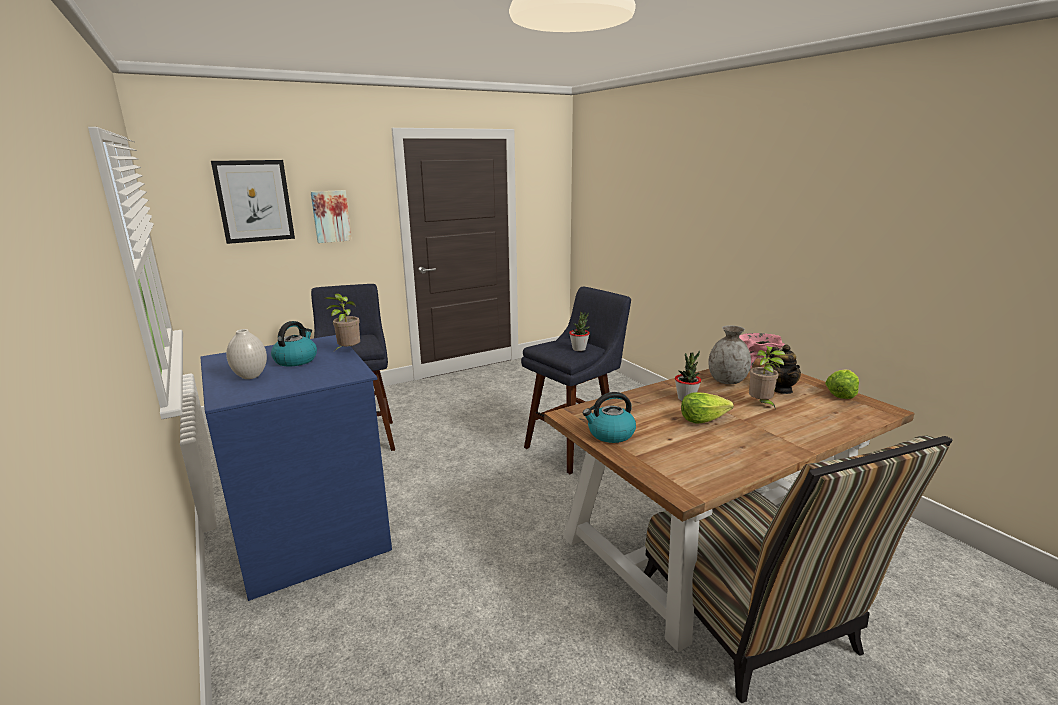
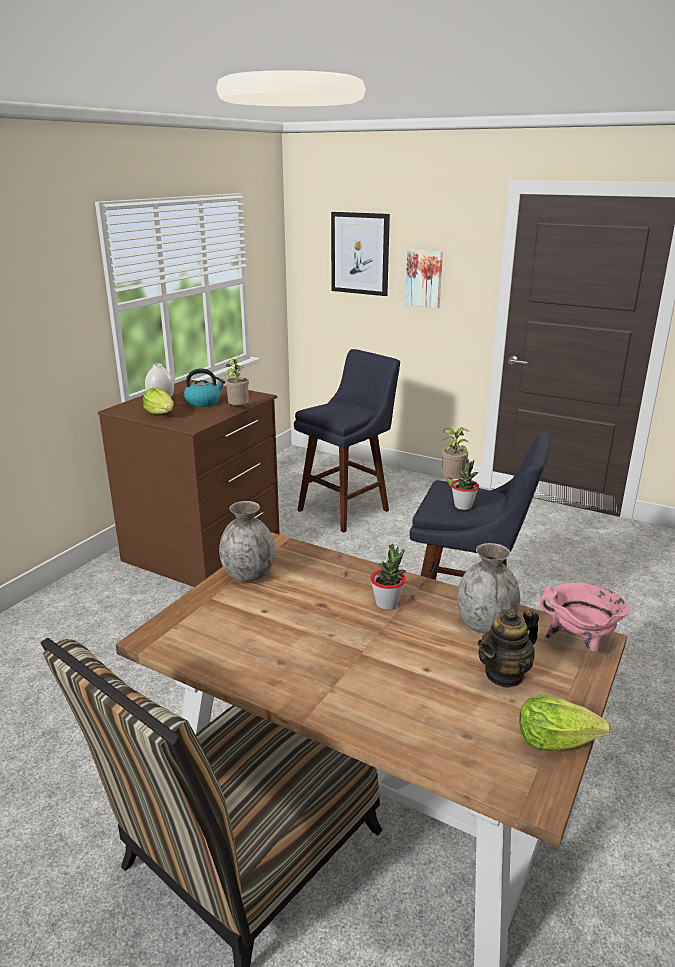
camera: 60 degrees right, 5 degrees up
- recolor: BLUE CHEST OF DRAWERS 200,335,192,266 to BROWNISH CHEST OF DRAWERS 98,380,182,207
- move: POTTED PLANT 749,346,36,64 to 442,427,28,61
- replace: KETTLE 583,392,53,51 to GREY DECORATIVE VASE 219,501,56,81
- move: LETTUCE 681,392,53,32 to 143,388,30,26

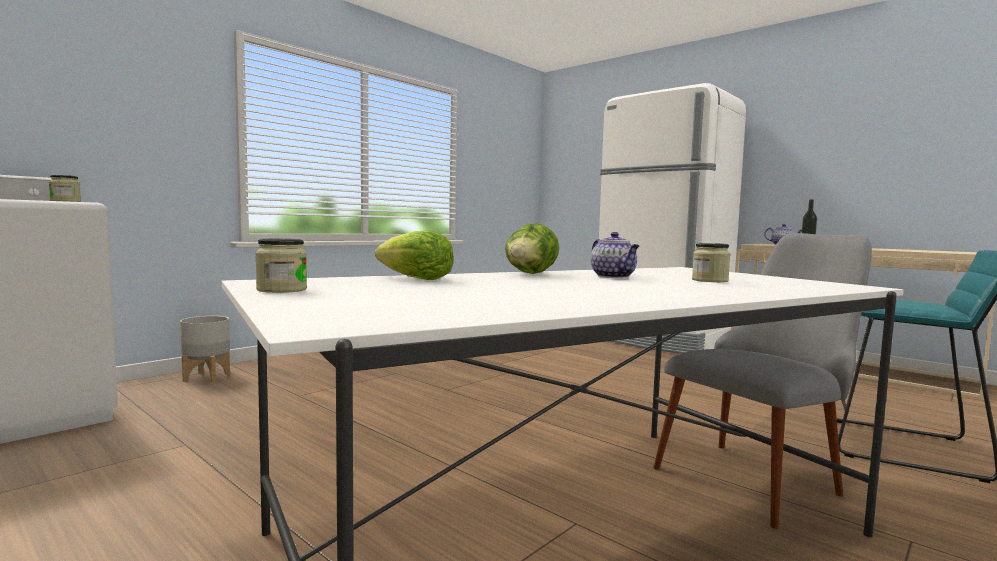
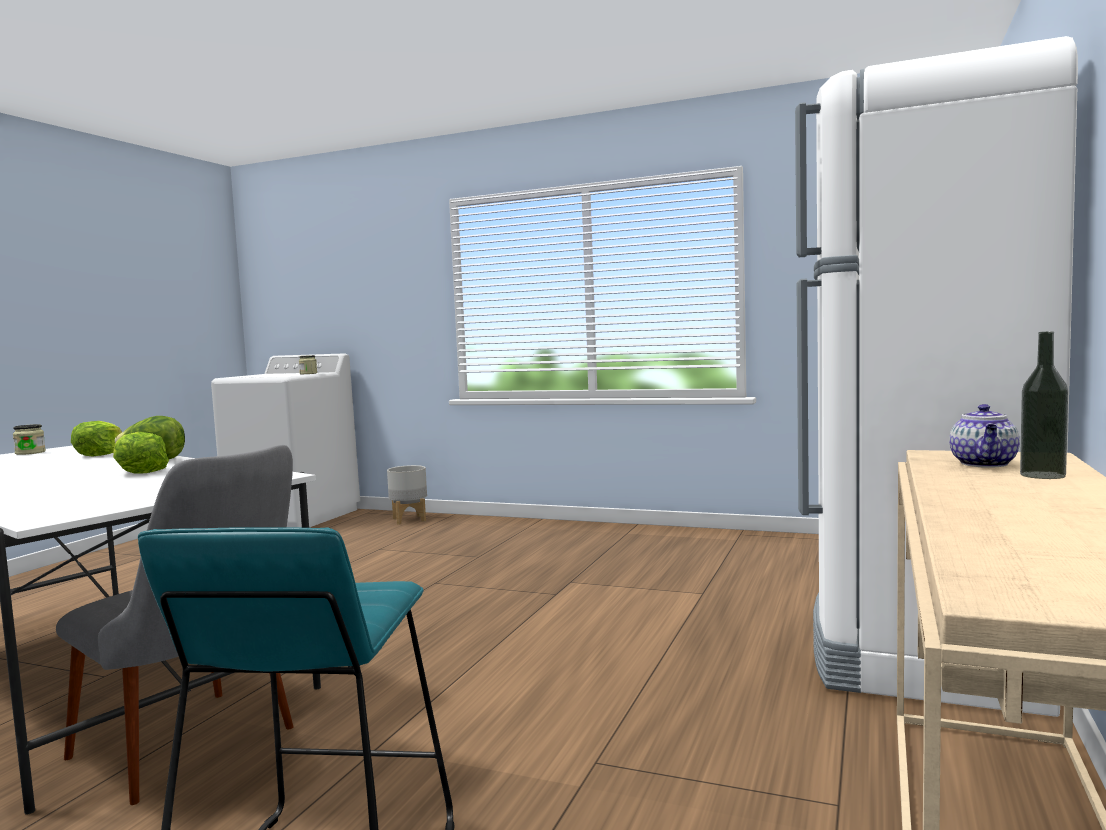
camera: 70 degrees right, 0 degrees up
- replace: POT FOR TEA 591,232,48,46 to LETTUCE 113,432,56,42
- delete: STORAGE JAR 692,243,38,39

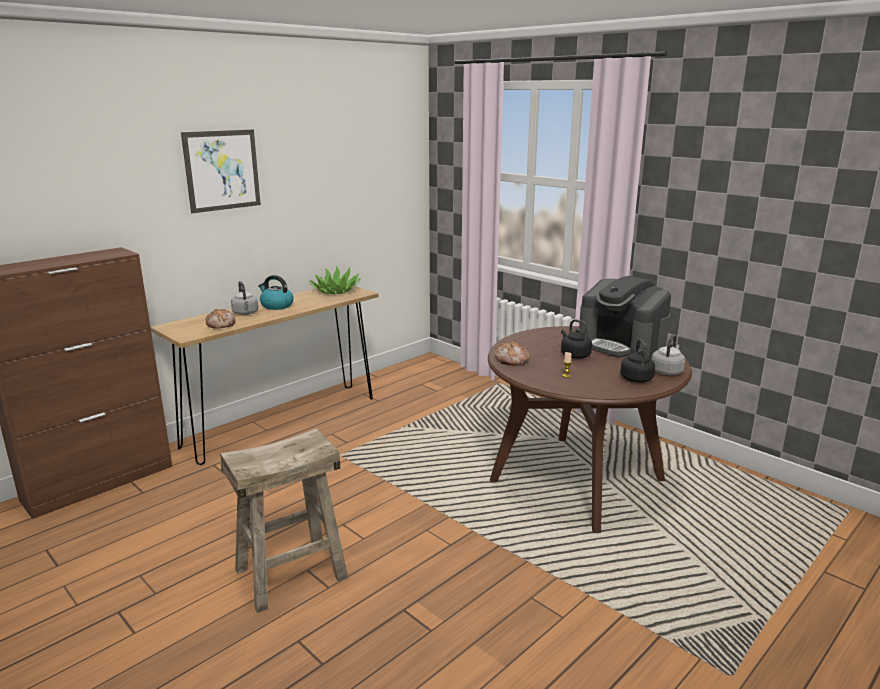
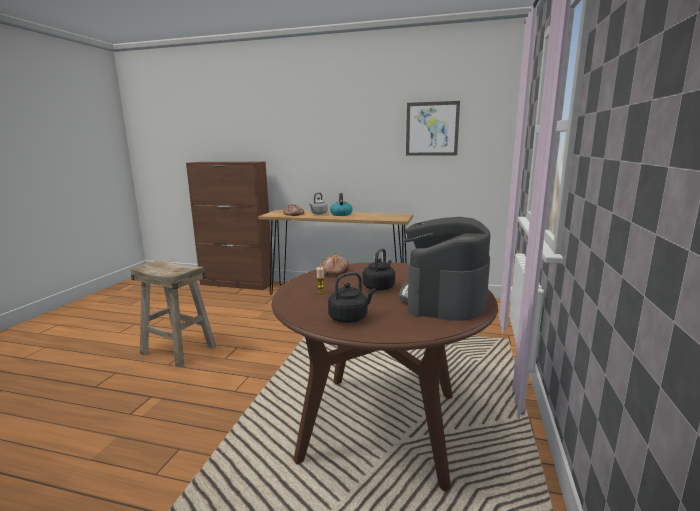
camera: 60 degrees right, 5 degrees down
- move: PICTURE 181,129,80,84 to 406,101,54,55
- delete: POTTED PLANT 309,265,52,29
- delete: GREY KETTLE 651,334,34,41

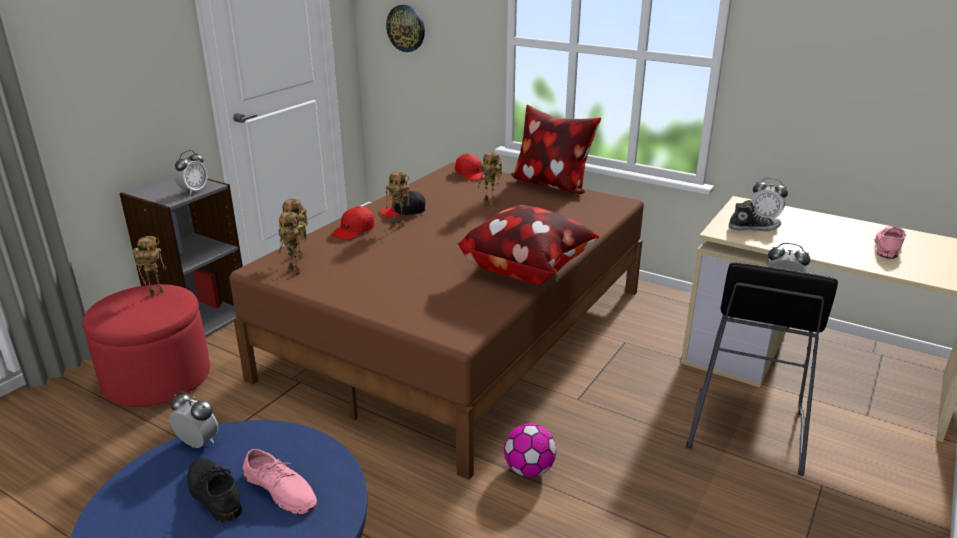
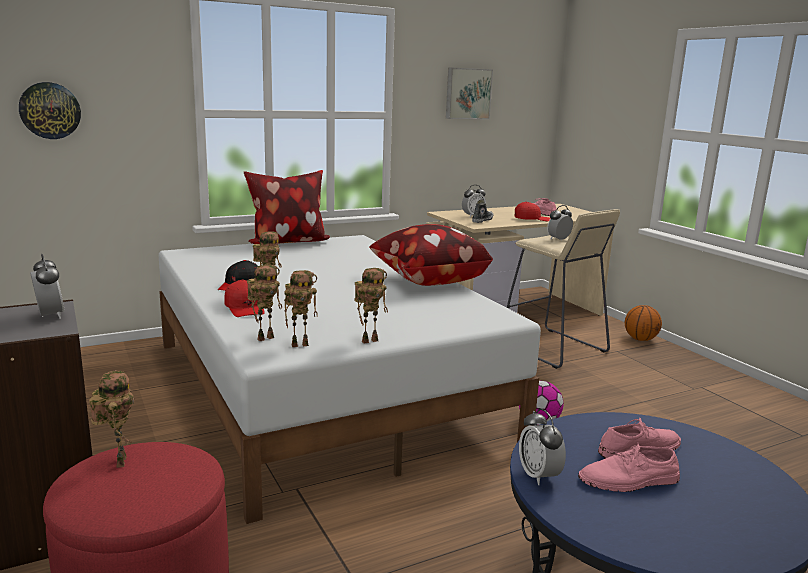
camera: 60 degrees left, 10 degrees down
- move: ROBOT FIGURE 478,152,24,53 to 355,268,33,76
- move: RED-COLOURED PEAKED CAP 455,154,30,27 to 514,202,36,19
- recolor: BROWNISH SLEEPING BED 229,162,415,318 to WHITE SLEEPING BED 159,235,382,289
- recolor: BLACK SITTING STOOL 686,262,152,214 to BEIGE-COLOURED SITTING STOOL 507,209,113,160
- rotate: ALARM CLOCK 169,392,50,56 = 519,408,47,77 75 degrees counterclockwise
- recolor: BLACK SHOE 188,458,54,65 to PINK SHOE 578,443,102,49
- insert: PICTURE 446,68,47,51
- insert: BASKETBALL BALL 625,305,37,36

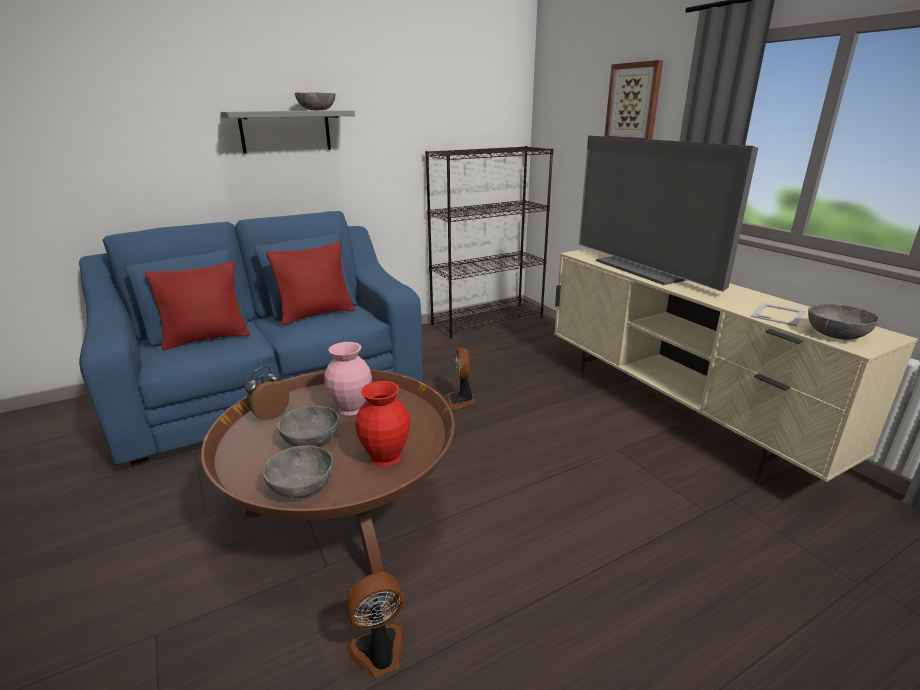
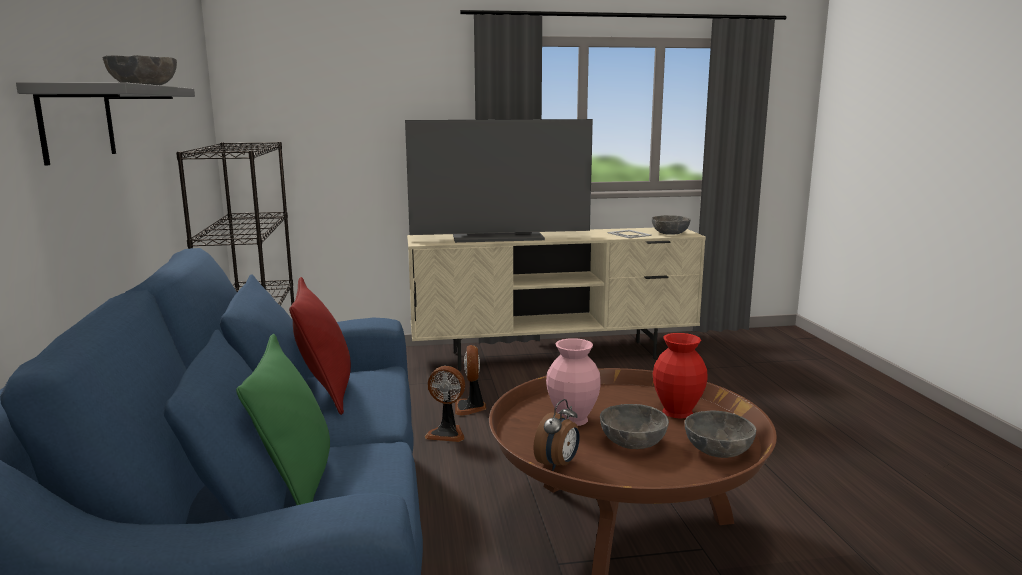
camera: 70 degrees left, 10 degrees down
- delete: PICTURE 605,60,58,79
- recolor: RED-COLOURED THROW PILLOW 145,261,105,90 to GREENISH THROW PILLOW 236,334,94,171
- rotate: ALARM CLOCK 245,367,44,53 = 533,399,47,72 120 degrees counterclockwise
- move: FAN 345,572,59,106 to 455,345,31,71

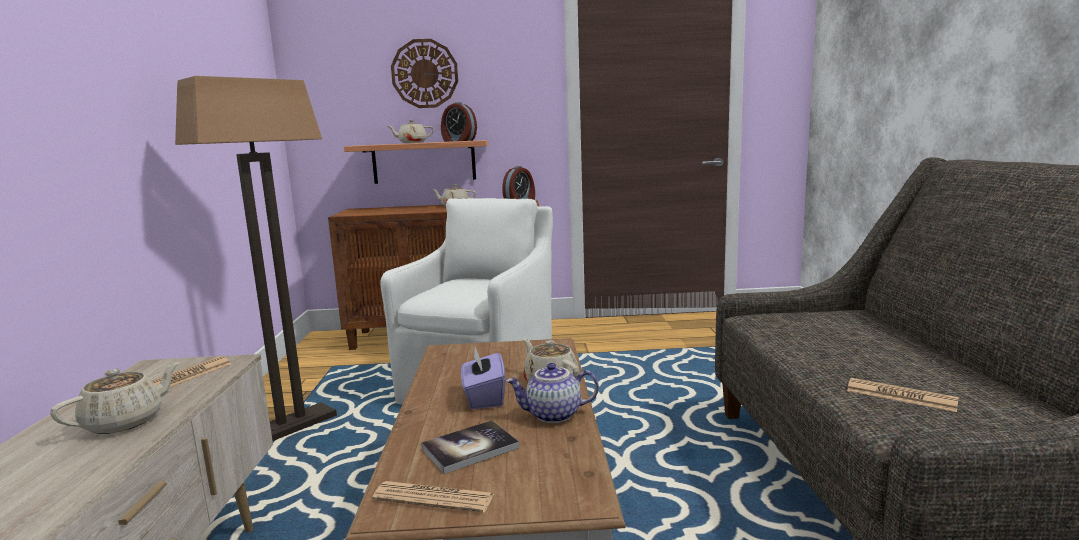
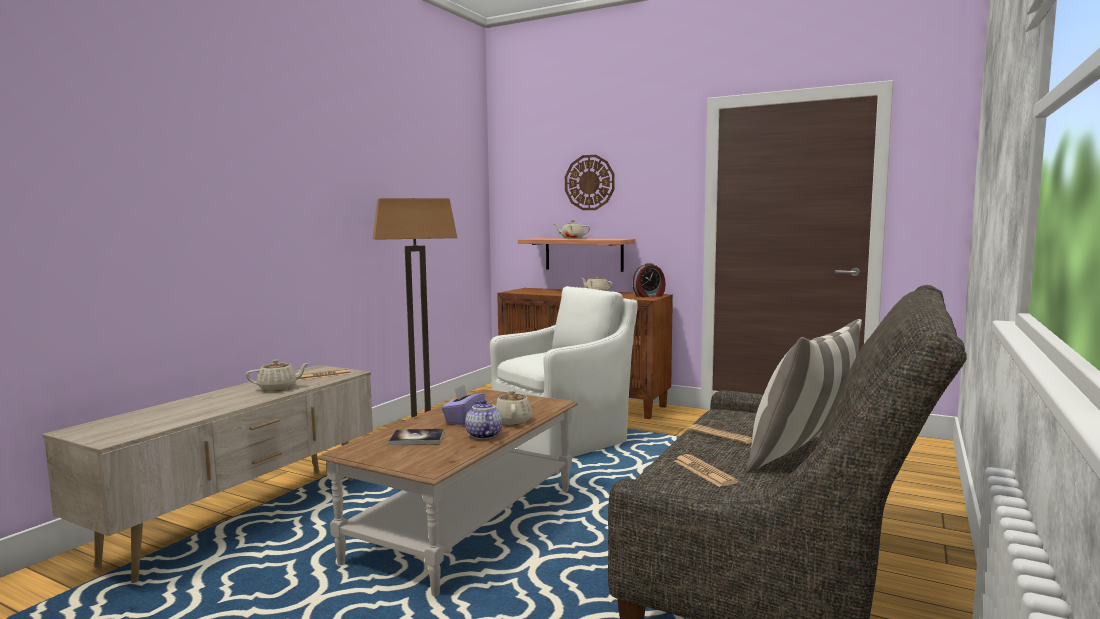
camera: 30 degrees right, 5 degrees down
- delete: ALARM CLOCK 441,102,36,40
- rotate: POT FOR TEA 506,363,93,60 = 465,400,37,39 45 degrees clockwise
- move: PRINTED PAPER 372,481,122,32 to 688,424,64,20
- insert: THROW PILLOW 746,319,116,154

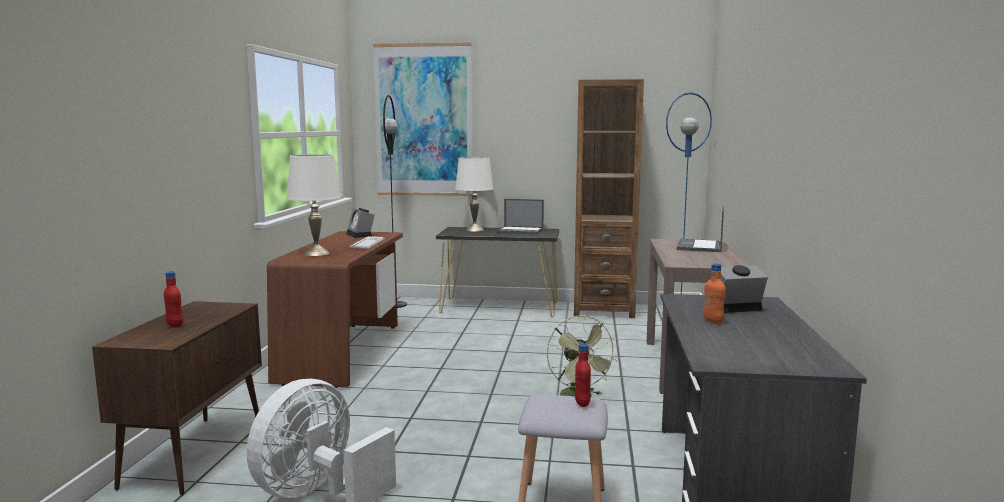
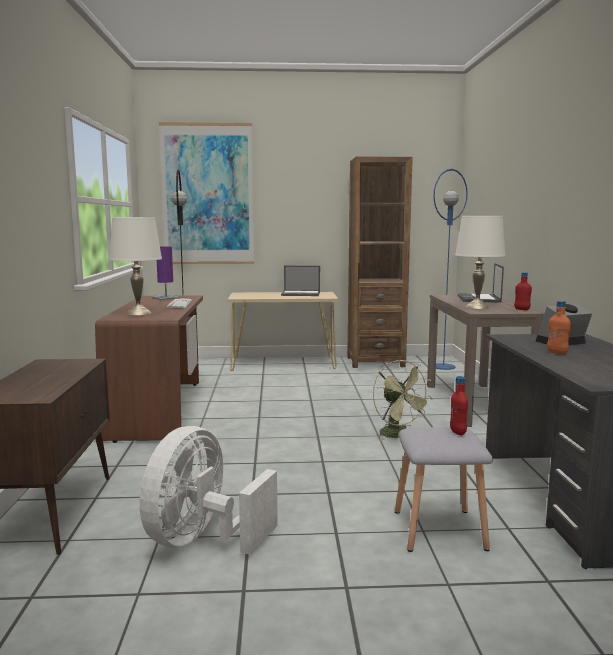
camera: 10 degrees left, 0 degrees up
- move: WHITE TABLETOP LAMP 455,157,39,75 to 455,216,51,93
- replace: ALARM CLOCK 346,208,29,30 to PURPLE-COLOURED TABLETOP LAMP 152,247,28,53
- recolor: BLACK CONSOLE TABLE 436,227,123,90 to BEIGE-COLOURED CONSOLE TABLE 228,292,110,78
- move: RED-COLOURED BOTTLE 164,271,19,56 to 514,272,18,38

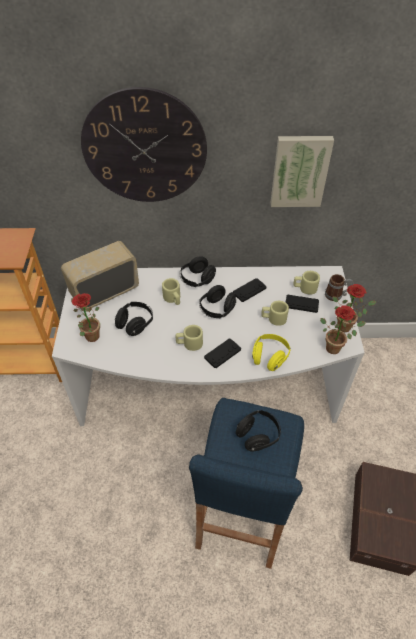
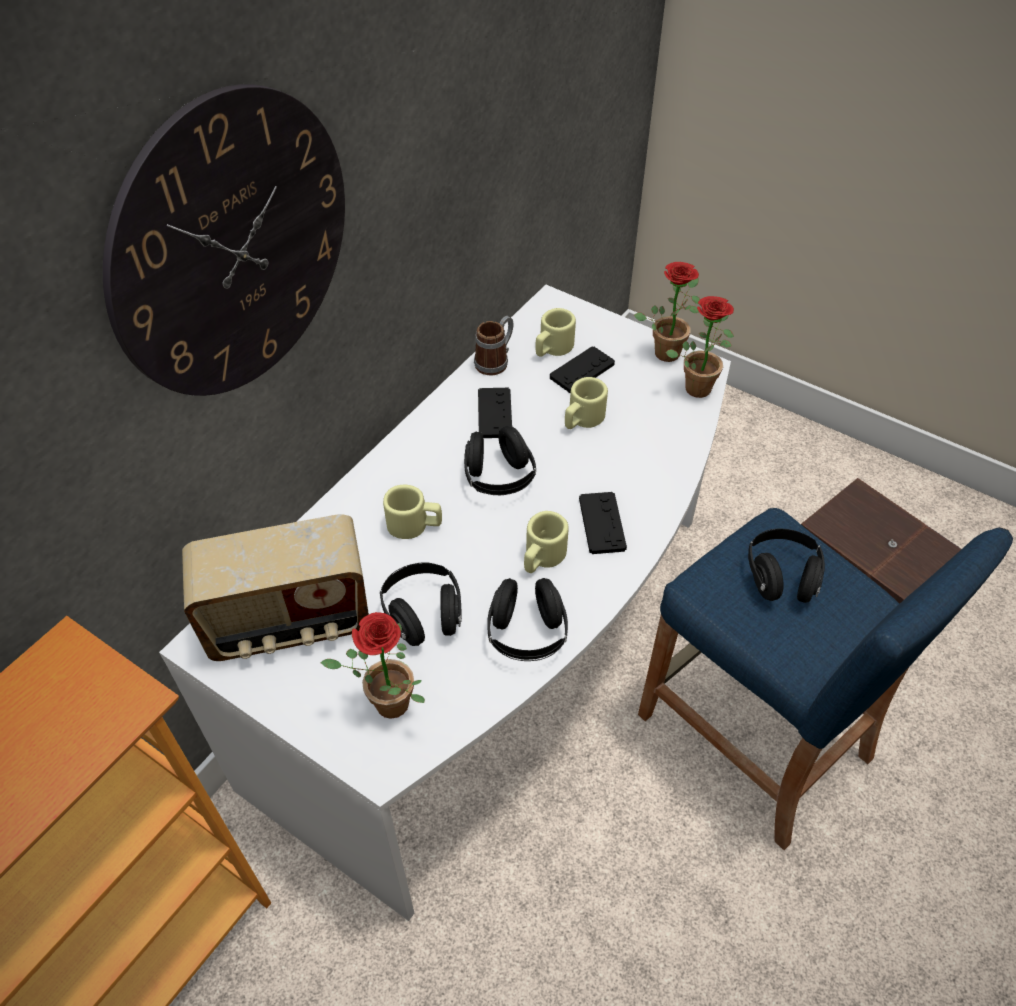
camera: 55 degrees left, 0 degrees up
- delete: PICTURE 271,136,63,71
- rotate: RADIO 61,241,78,70 = 182,514,187,147 105 degrees counterclockwise
- move: BLACK PAIR OF HEADPHONES 180,256,36,31 to 487,578,81,83
- move: MUG 325,274,29,27 to 474,316,39,60
- delete: YELLOW-COLOURED PAIR OF HEADPHONES 252,334,39,37

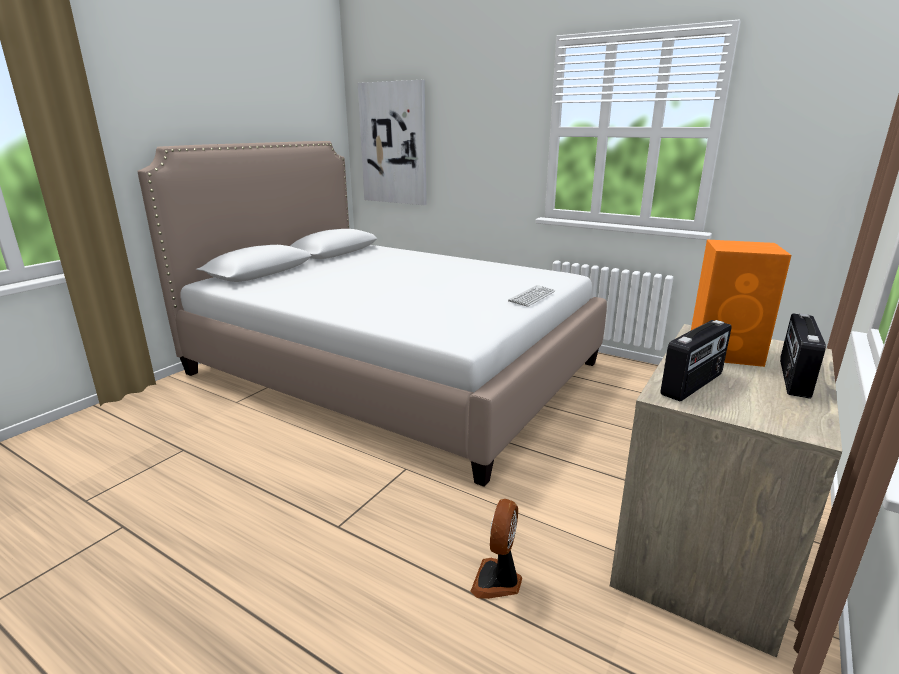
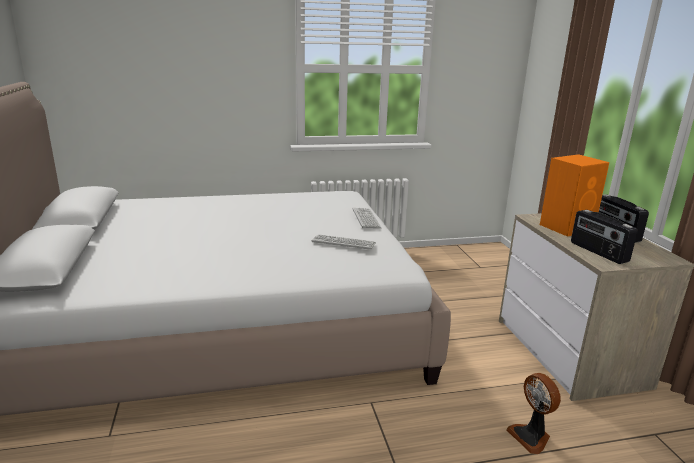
camera: 45 degrees left, 0 degrees up
- delete: PICTURE 358,80,69,125
- rotate: RADIO 661,320,71,81 = 571,210,67,54 150 degrees clockwise
- insert: PC KEYBOARD 312,234,64,16

